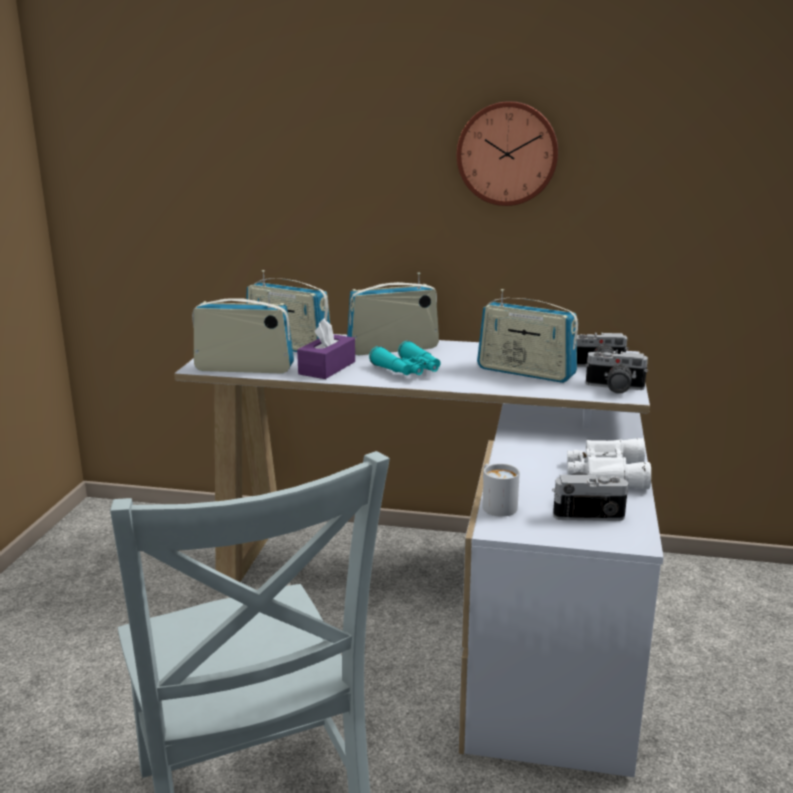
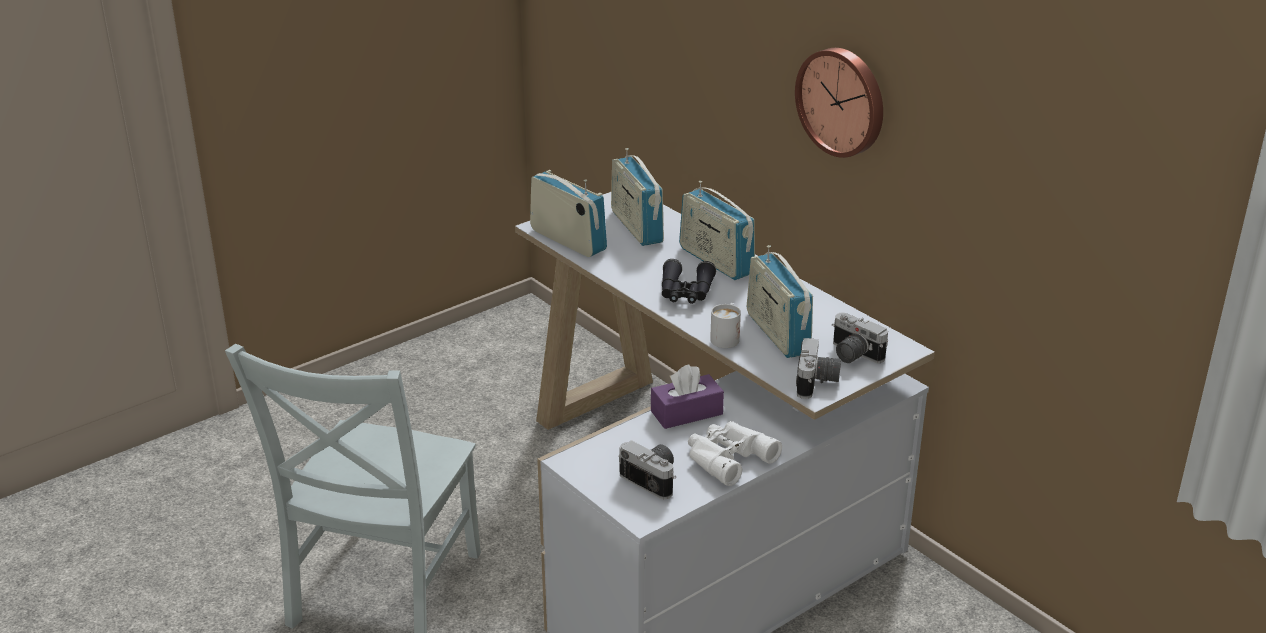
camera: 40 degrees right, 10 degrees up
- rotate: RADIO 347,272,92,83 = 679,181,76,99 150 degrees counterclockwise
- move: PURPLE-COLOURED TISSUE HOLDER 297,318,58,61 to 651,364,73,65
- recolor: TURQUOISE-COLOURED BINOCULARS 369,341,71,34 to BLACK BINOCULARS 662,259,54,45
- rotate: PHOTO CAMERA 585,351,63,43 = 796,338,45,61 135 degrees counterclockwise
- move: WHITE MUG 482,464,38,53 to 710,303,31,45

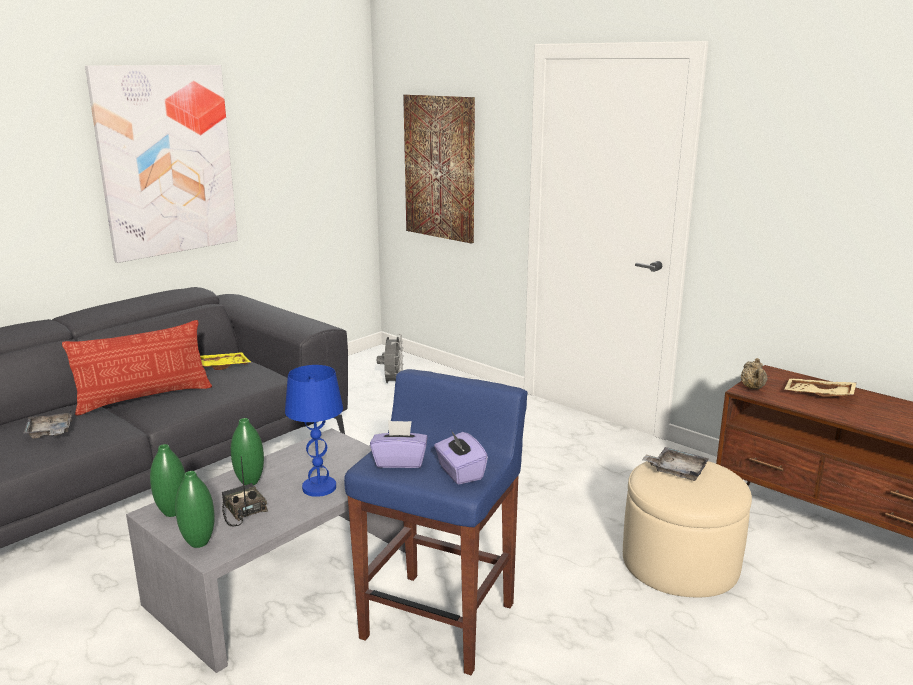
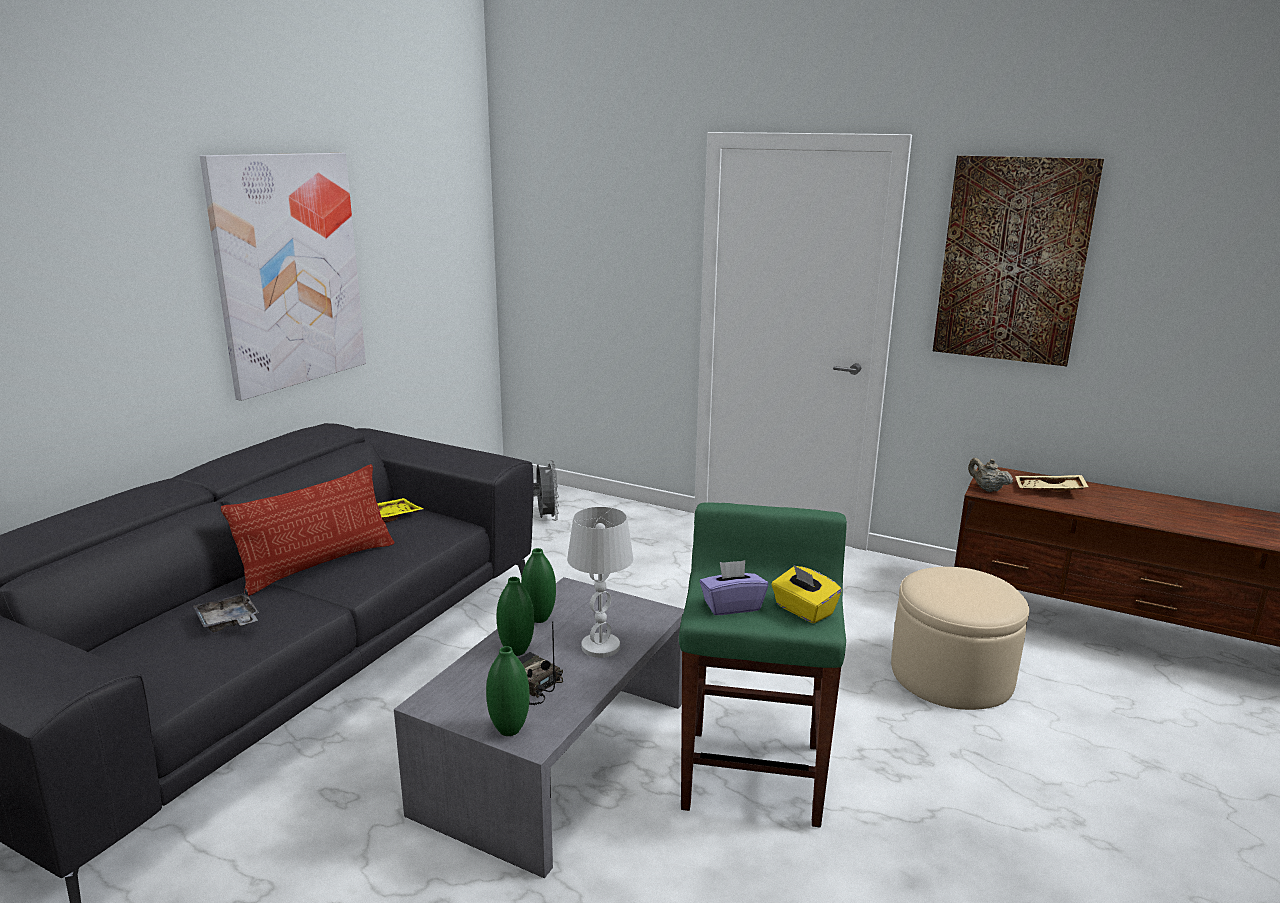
camera: 15 degrees left, 0 degrees up
- move: PICTURE 403,95,72,148 to 933,156,171,210
- rotate: BEIGE-COLOURED POT FOR TEA 741,358,27,32 = 968,458,45,34 150 degrees clockwise
- recolor: BLUE TABLETOP LAMP 285,365,58,132 to WHITE TABLETOP LAMP 567,507,66,151
- recolor: BLUE SITTING STOOL 344,369,183,306 to GREENISH SITTING STOOL 679,502,168,325
- recolor: PURPLE-COLOURED TISSUE HOLDER 434,430,54,55 to YELLOW-COLOURED TISSUE HOLDER 771,564,71,60
- move: GREENISH DECORATIVE VASE 150,444,35,73 to 521,548,35,75
- delete: GREY CARRYING TRAY 642,447,67,34

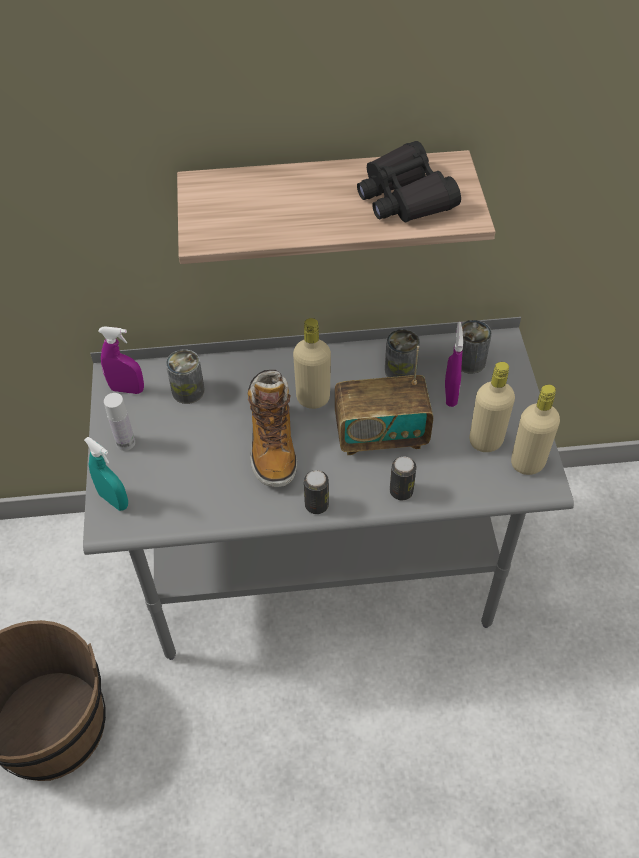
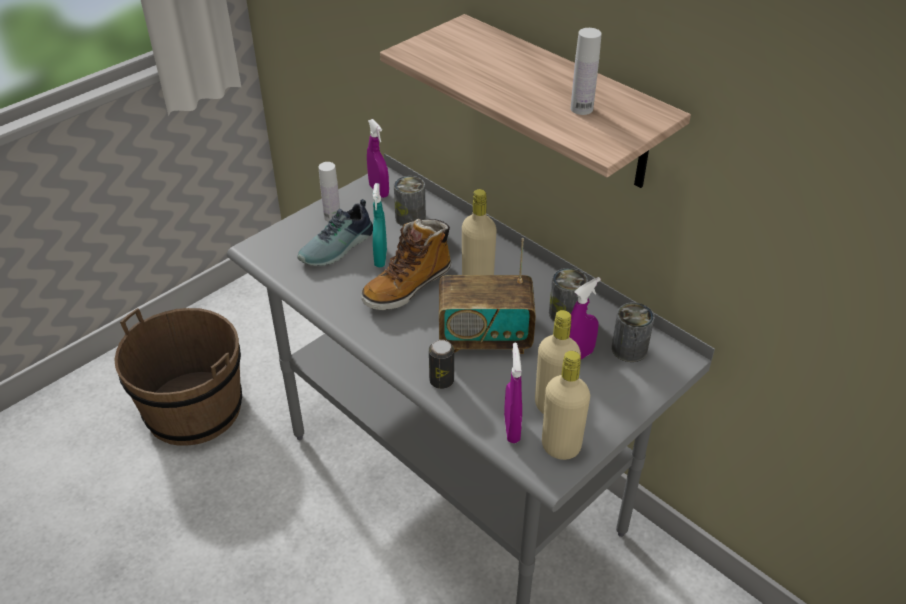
camera: 50 degrees right, 10 degrees down
- replace: BLACK BINOCULARS 357,141,104,82 to WHITE BOTTLE 571,28,31,87
- rotate: RADIO 335,346,98,109 = 439,238,97,116 45 degrees counterclockwise
- move: TURQUOISE-COLOURED SPRAYER 84,437,44,74 to 373,183,14,84
- delete: CAN 304,470,25,44
- insert: SHOE 297,199,76,67
- insert: PURPLE-COLOURED SPRAYER 504,343,18,100

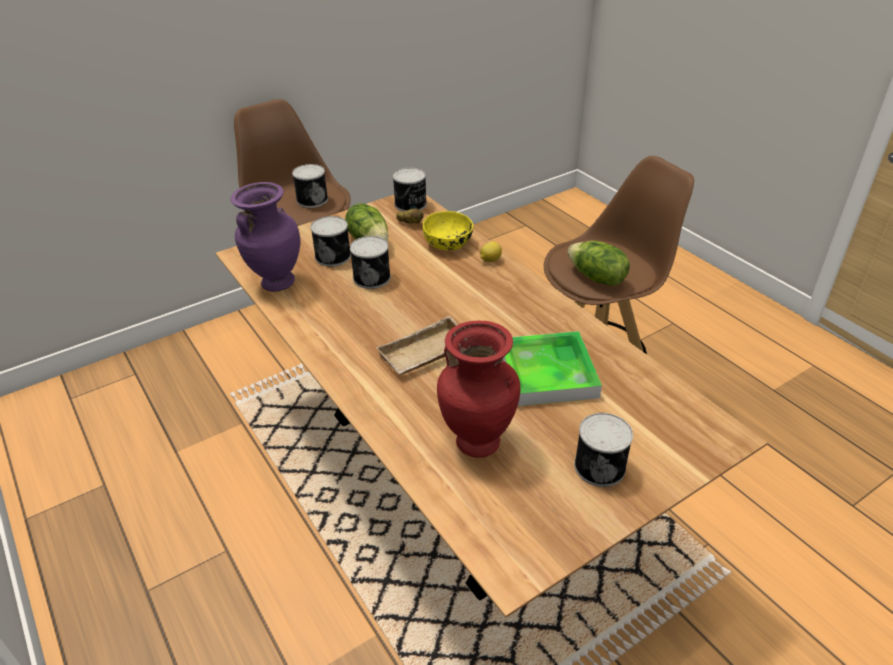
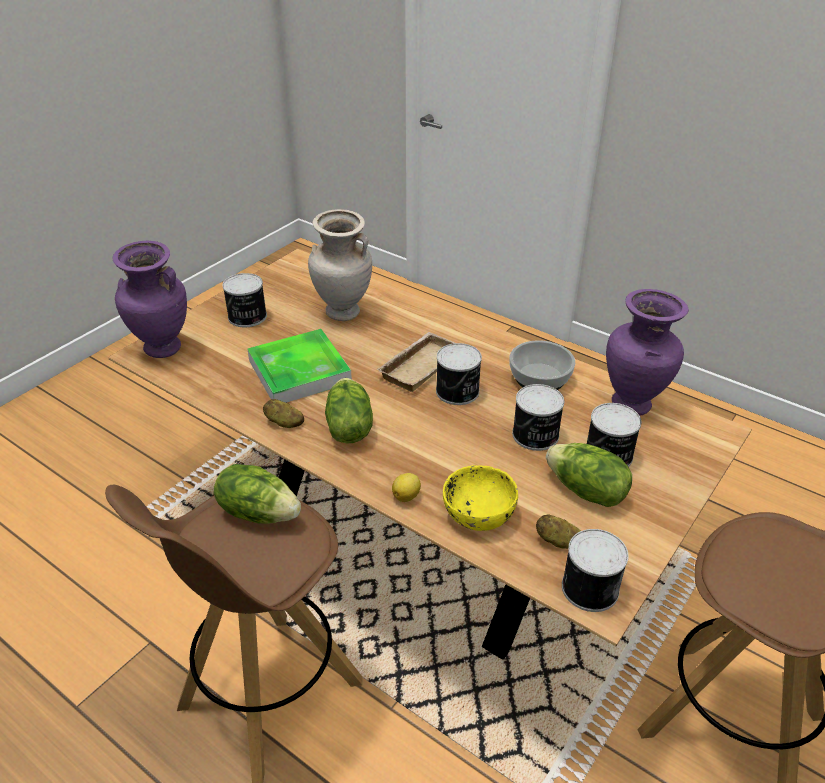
camera: 160 degrees right, 0 degrees up
- move: CAN 292,164,36,44 to 436,343,46,62
- recolor: RED-COLOURED DECORATIVE VASE 437,321,83,137 to BEIGE-COLOURED DECORATIVE VASE 308,209,64,112
- insert: PURPLE-COLOURED DECORATIVE VASE 112,241,75,117
- insert: SERVING BOWL 509,340,66,50
- insert: LETTUCE 325,378,48,66
- insert: SPUD 263,399,41,29

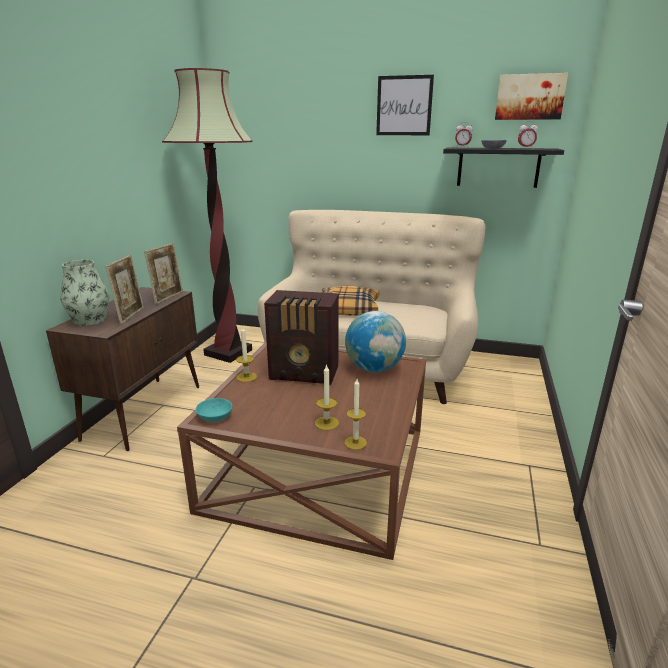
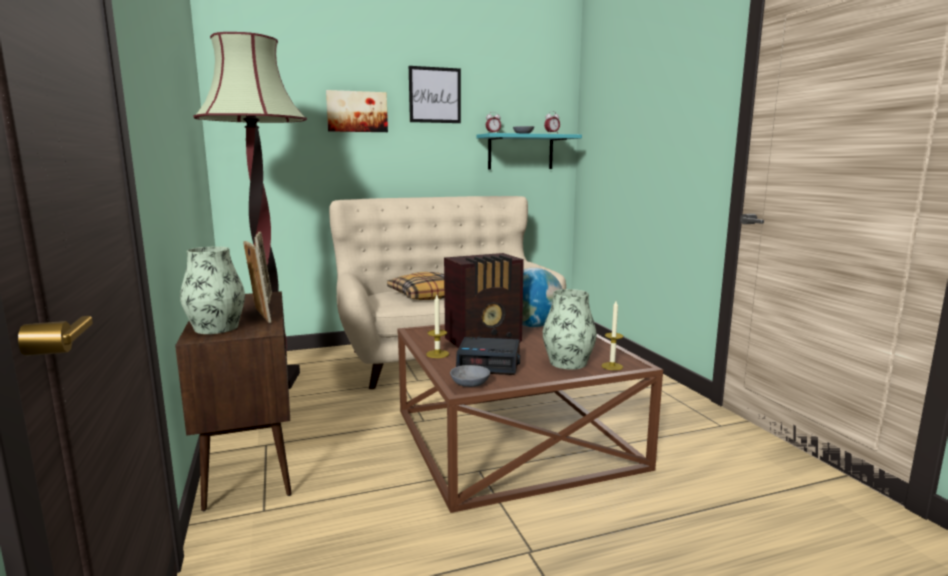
camera: 35 degrees left, 10 degrees down
- move: PICTURE 495,73,73,47 to 326,90,62,42
- recolor: BLACK SHELF 443,148,121,40 to TURQUOISE-COLOURED SHELF 476,133,106,36
- replace: WAX CANDLE 315,364,24,66 to DECORATIVE VASE 543,289,54,81
- recolor: TURQUOISE-COLOURED SERVING BOWL 196,398,36,24 to GREY SERVING BOWL 450,365,40,22
- insert: ALARM CLOCK 456,337,64,38

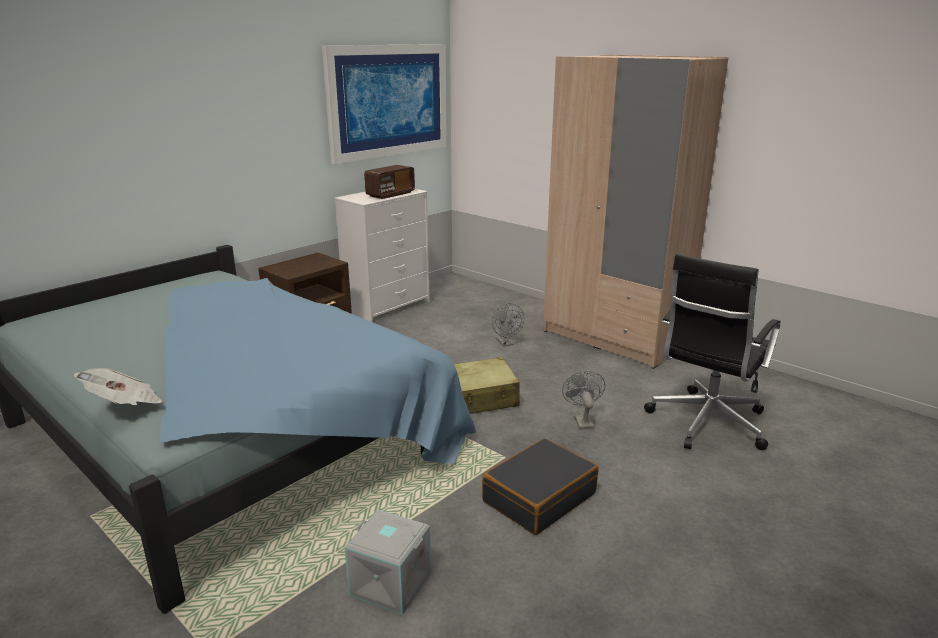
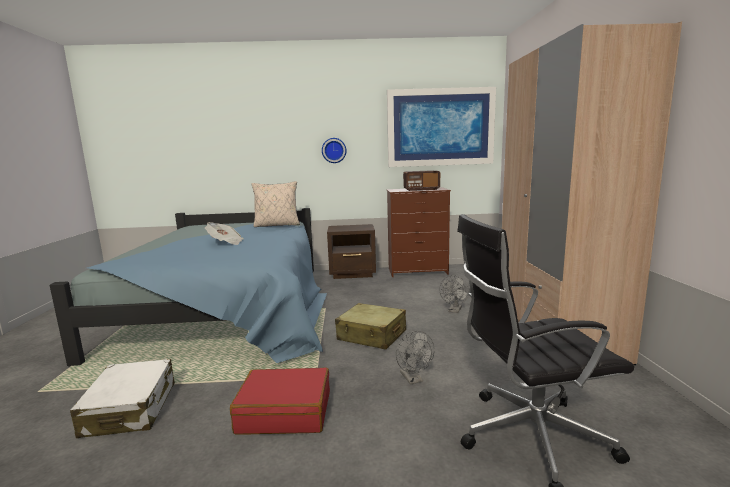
camera: 45 degrees right, 10 degrees down
- recolor: WHITE CHEST OF DRAWERS 334,189,96,133 to BROWNISH CHEST OF DRAWERS 387,187,64,90
- move: PRINTED PAPER 74,368,88,37 to 205,222,39,23
- rotate: GREY FAN 562,371,43,59 = 396,331,38,54 120 degrees clockwise
- recolor: BLACK PIECE OF LUGGAGE 482,438,116,97 to RED-COLOURED PIECE OF LUGGAGE 230,367,100,68
- replace: GREY STORAGE CONTAINER 345,510,86,105 to WHITE PIECE OF LUGGAGE 70,359,105,79
- insert: CLOCK ON THE WALL 322,138,25,25
- insert: BEIGE-COLOURED THROW PILLOW 251,181,49,46

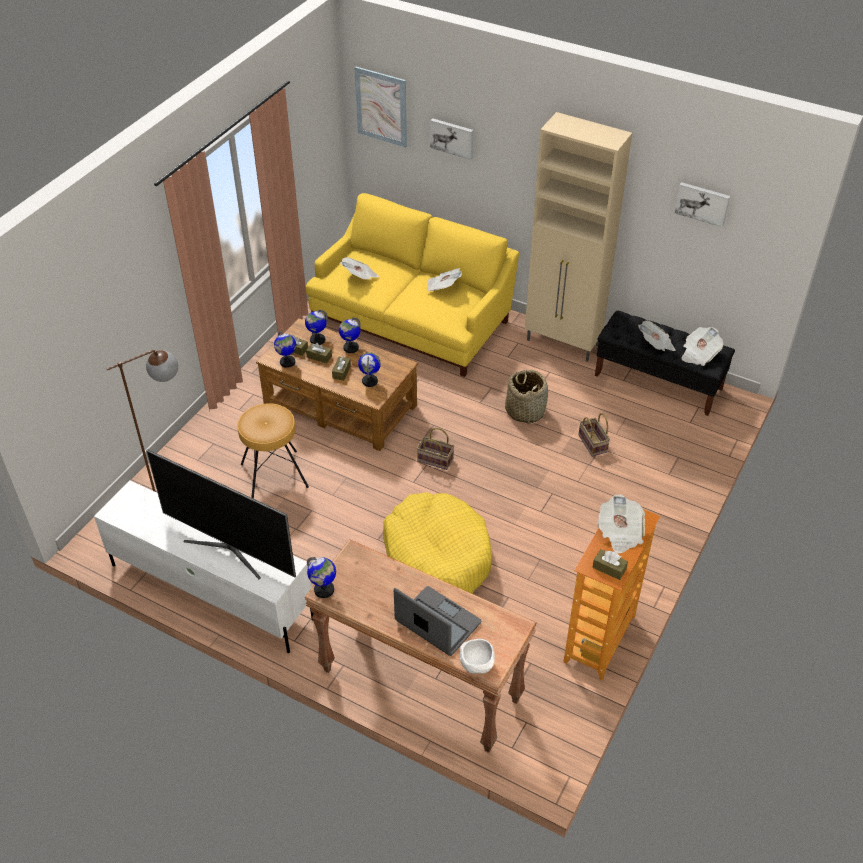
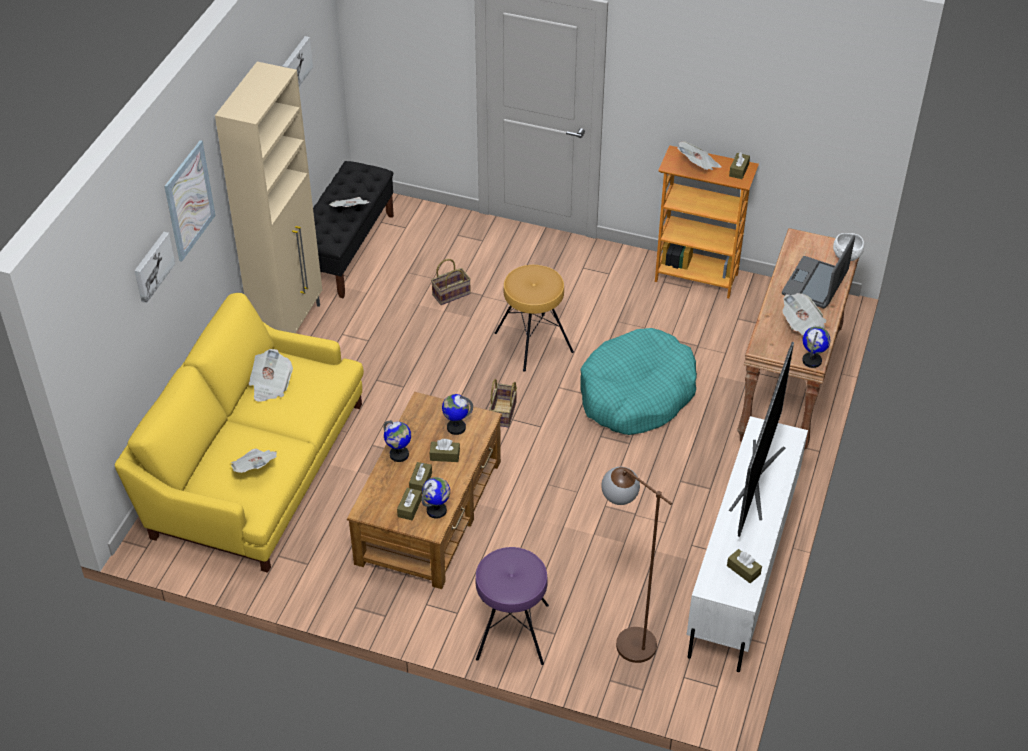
camera: 100 degrees left, 0 degrees up
- move: PICTURE 354,66,53,81 to 164,140,52,122
- delete: GLOBE 305,310,23,35
- move: PRINTED PAPER 681,327,42,39 to 783,293,43,42
- delete: BASKET 505,370,43,54
- move: BROWNISH SITTING STOOL 238,403,71,96 to 495,265,79,107
- recolor: YELLOW-COLOURED DOG CUSHION 383,492,109,101 to TURQUOISE-COLOURED DOG CUSHION 580,328,117,107
- insert: PURPLE-COLOURED SITTING STOOL 476,547,73,118
- insert: BROWNISH TISSUE HOLDER 727,549,35,34

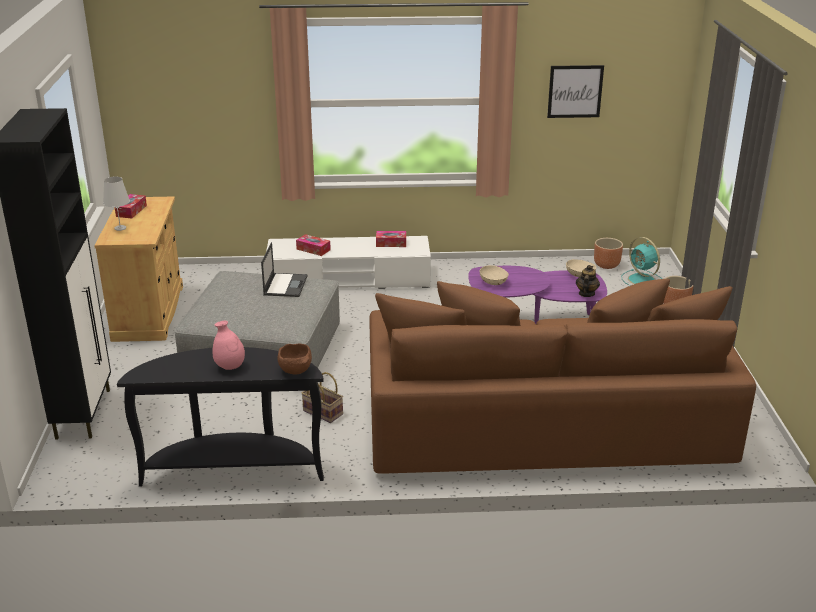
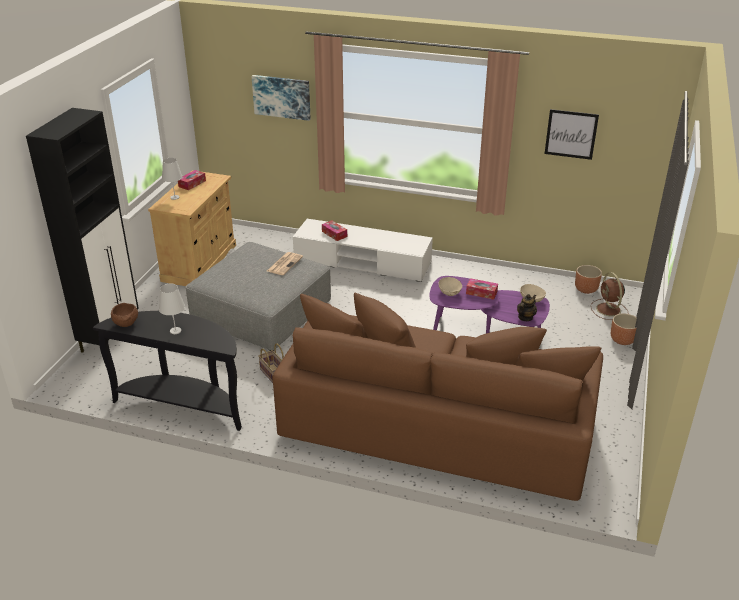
camera: 20 degrees right, 5 degrees up
- move: TISSUE HOLDER 376,231,30,16 to 466,278,32,22
- recolor: TURQUOISE-COLOURED FAN 622,237,40,49 to BROWNISH FAN 591,272,37,48
- replace: PORTABLE COMPUTER 261,242,46,55 to PRINTED PAPER 267,252,36,23
- replace: PINK DECORATIVE VASE 213,321,32,49 to WHITE TABLETOP LAMP 159,284,26,50
- move: BROWNISH SERVING BOWL 277,343,35,32 to 111,303,27,24
- insert: PICTURE 252,75,59,46

